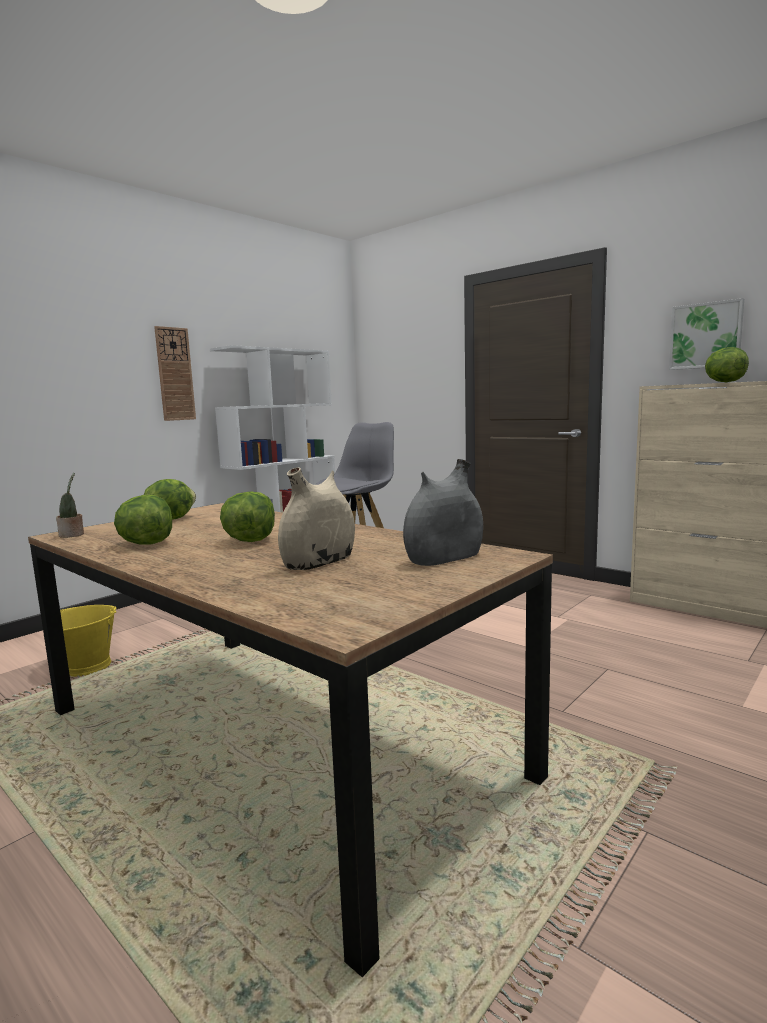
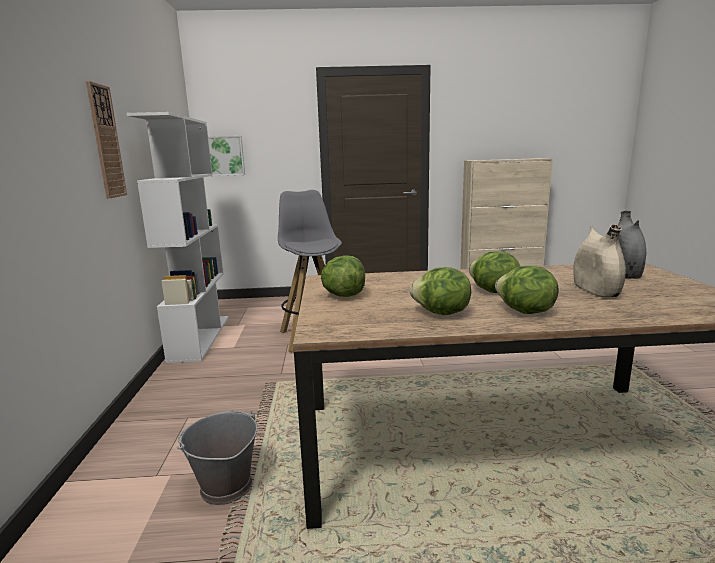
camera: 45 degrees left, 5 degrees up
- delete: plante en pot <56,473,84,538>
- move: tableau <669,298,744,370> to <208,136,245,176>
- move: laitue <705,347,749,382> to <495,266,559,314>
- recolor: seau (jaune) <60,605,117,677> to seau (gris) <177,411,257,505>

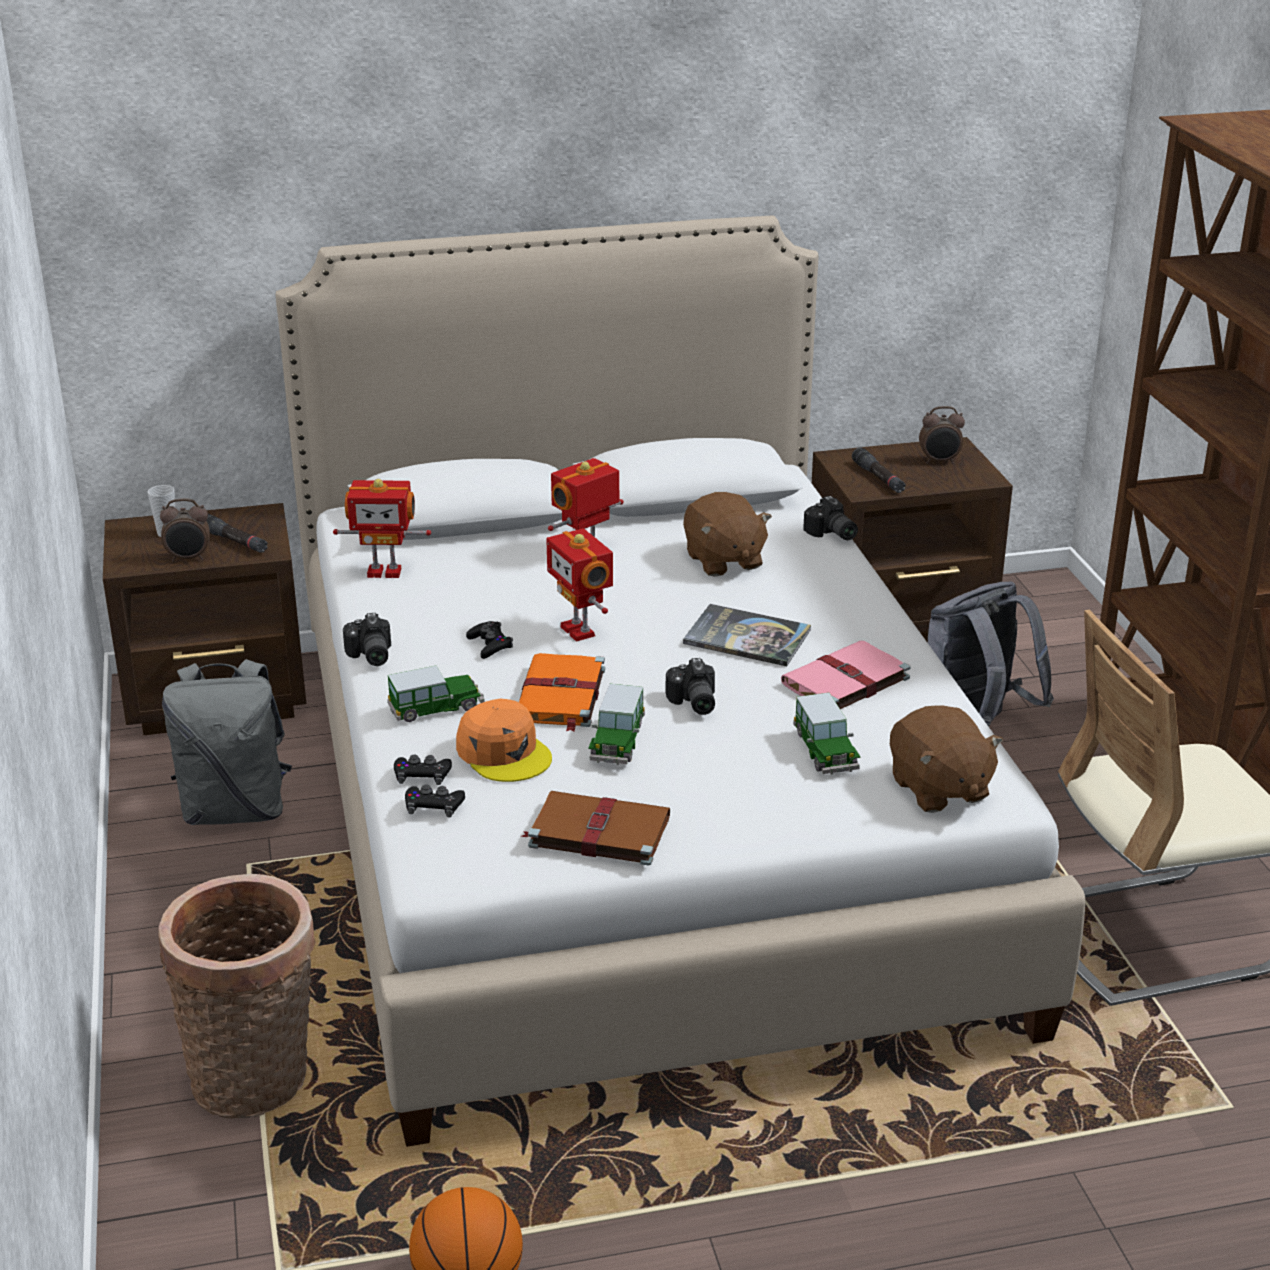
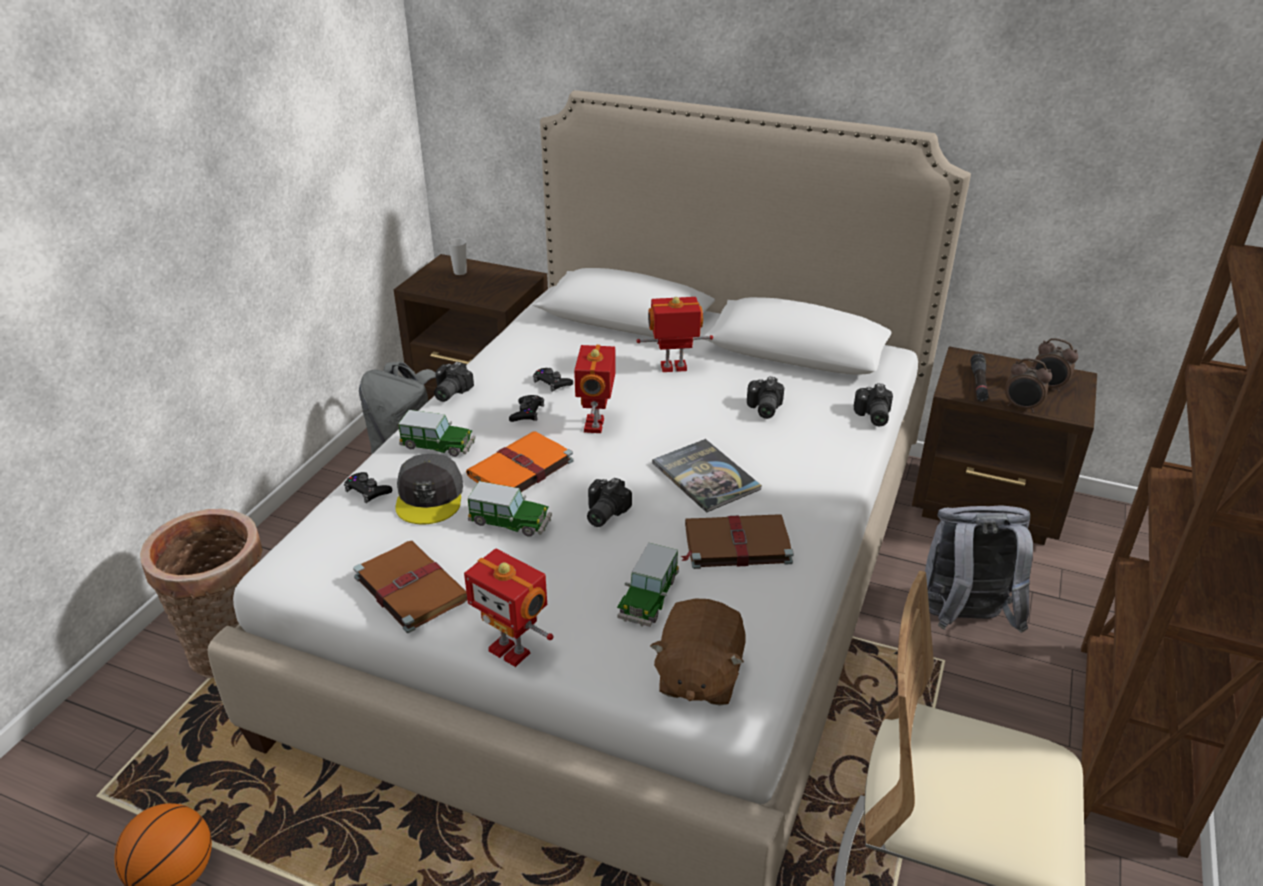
camera: 35 degrees right, 5 degrees up
- delete: lampe de poche (noir) <207,514,268,553>
- move: réveil <160,498,210,562> to <1005,358,1052,412>
- move: robot jouet <333,479,431,578> to <464,548,553,667>
- move: manette (noir) <405,785,465,817> to <533,368,573,392>
- replace: peluche (marron) <683,492,772,577> to appareil photo <747,376,784,419>
- recolor: casquette (orange) <456,698,552,782> to casquette (gris) <395,454,463,524>
- recolor: livre (rose) <781,640,911,709> to livre (marron) <681,514,794,569>
- rotate: petite voiture <588,684,645,765> = <468,481,552,536> 120 degrees counterclockwise

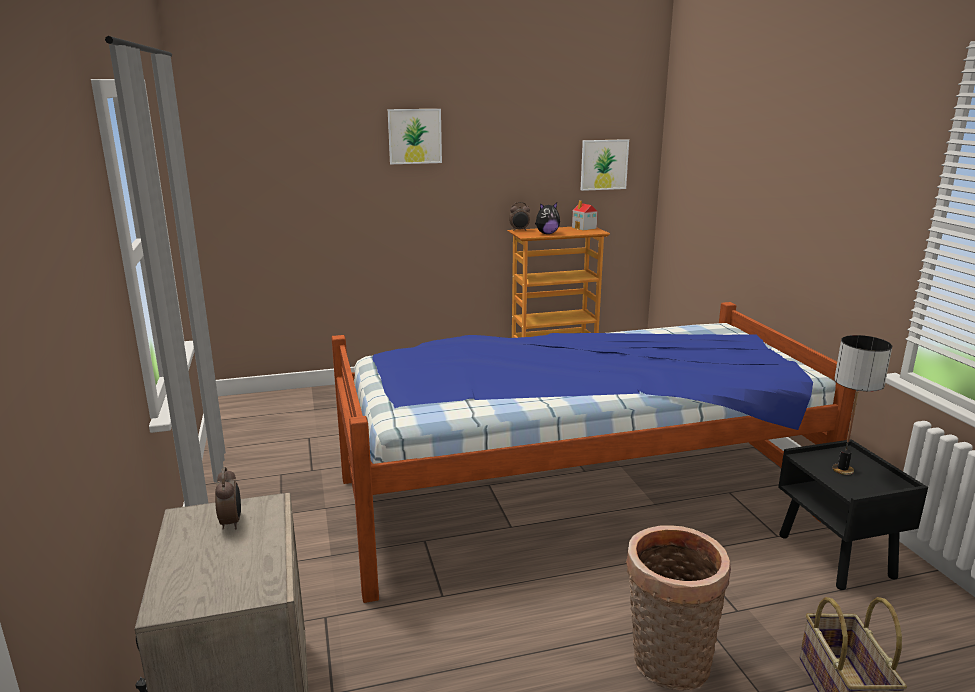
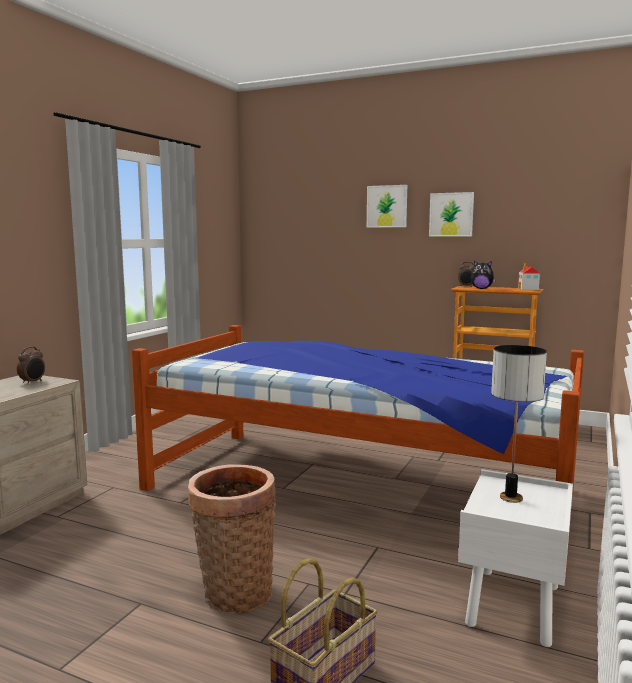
camera: 40 degrees right, 10 degrees down
- move: tableau <581,139,629,191> to <429,192,474,236>
- recolor: table de chevet (noir) <778,439,928,590> to table de chevet (blanc) <458,469,573,647>

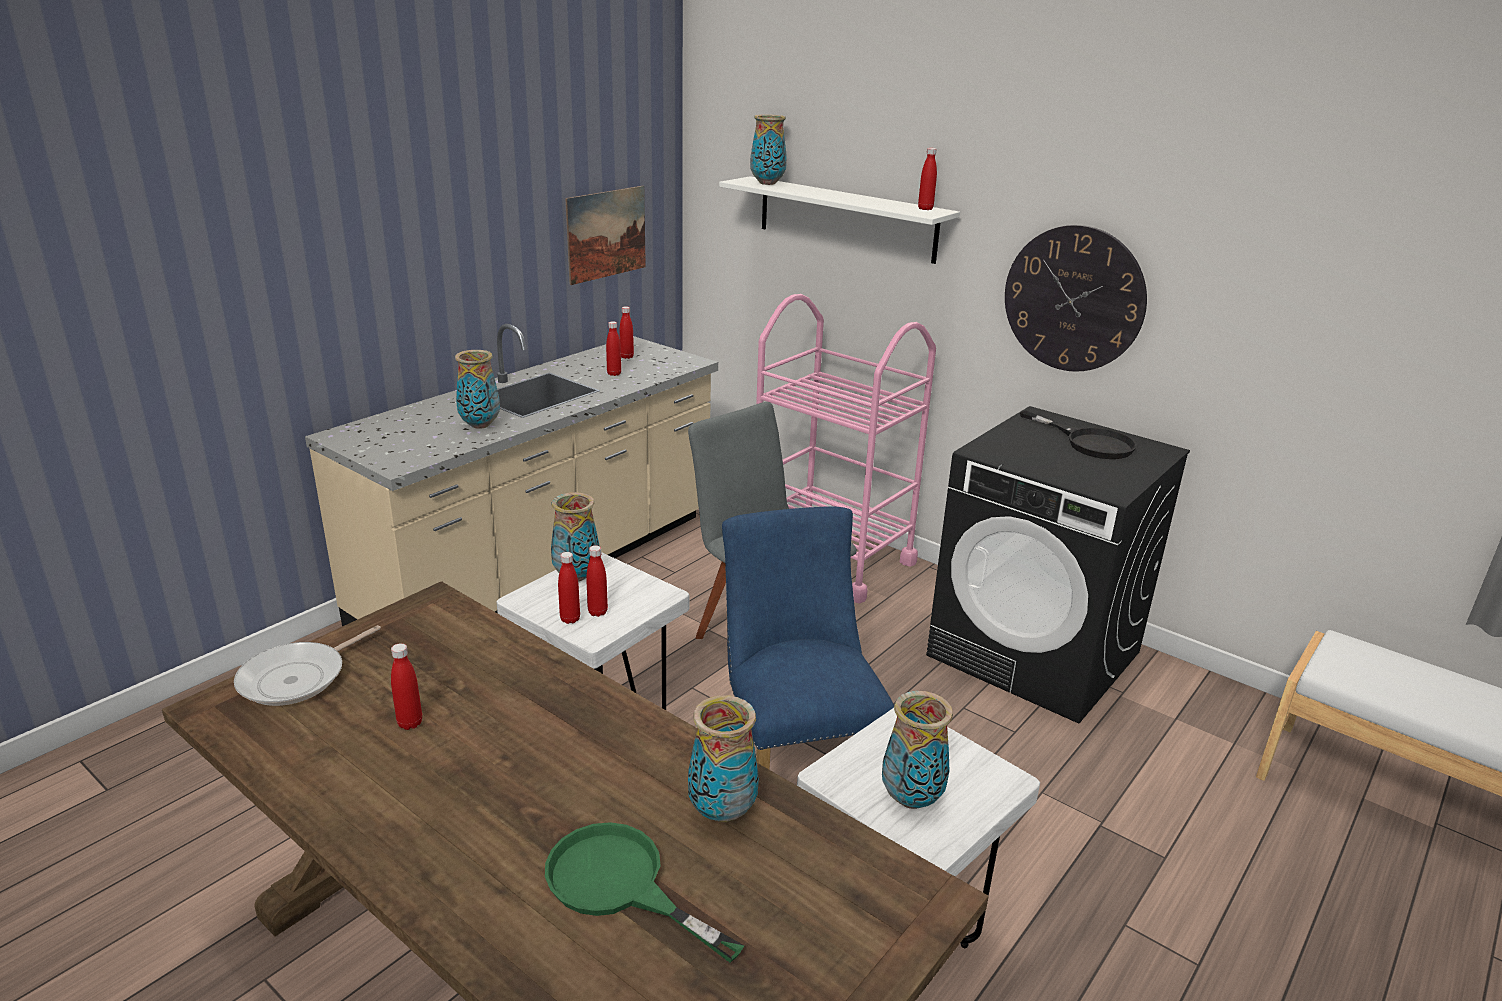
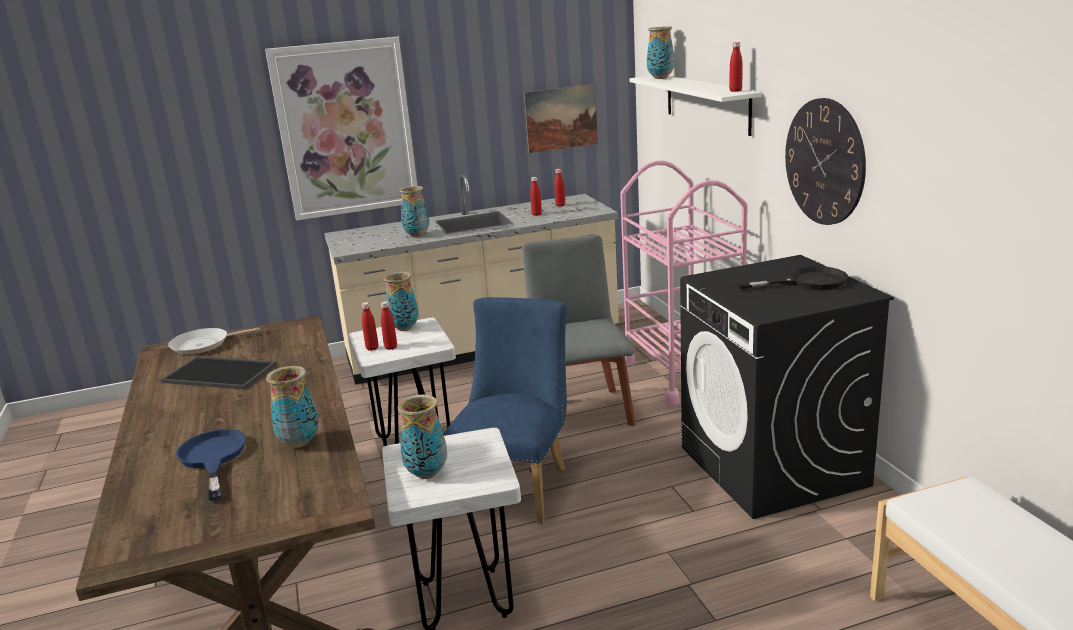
camera: 35 degrees right, 5 degrees down
- insert: tableau <265,37,417,221>
- replace: bouteille (rouge) <391,643,422,730> to plateau <161,356,277,390>
- recolor: poêle (vert) <545,822,744,963> to poêle (bleu) <176,429,246,501>
- rotate: poêle (noir) <1020,411,1137,459> = <737,266,848,290> 90 degrees counterclockwise

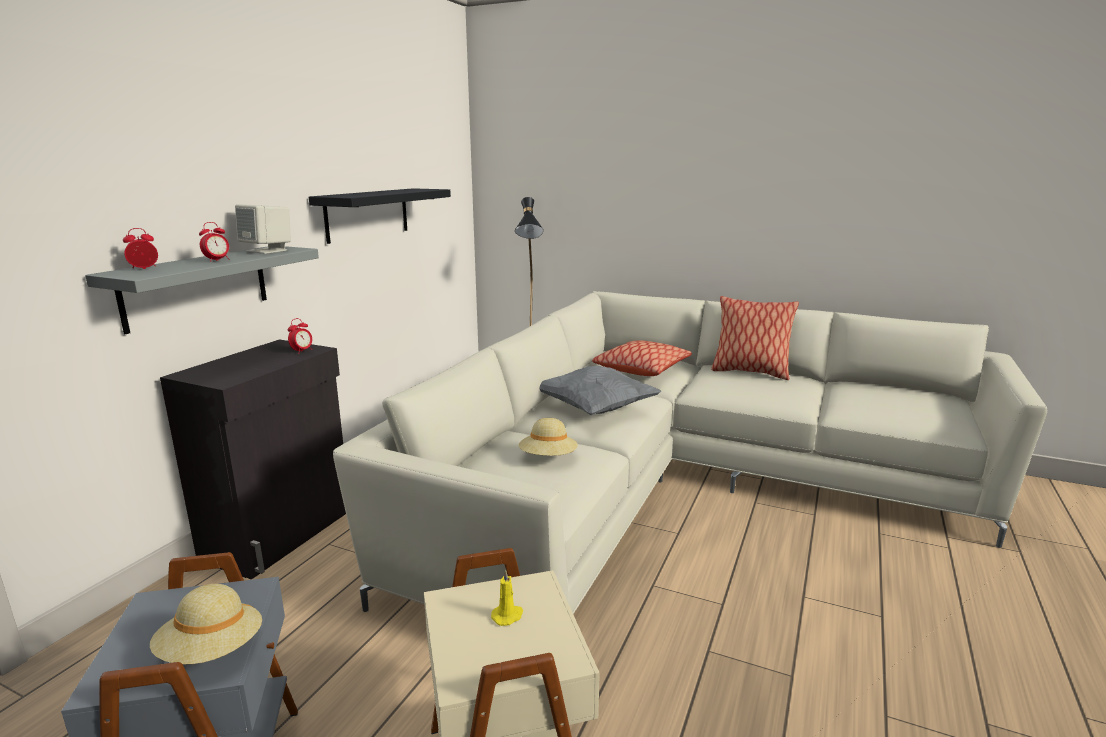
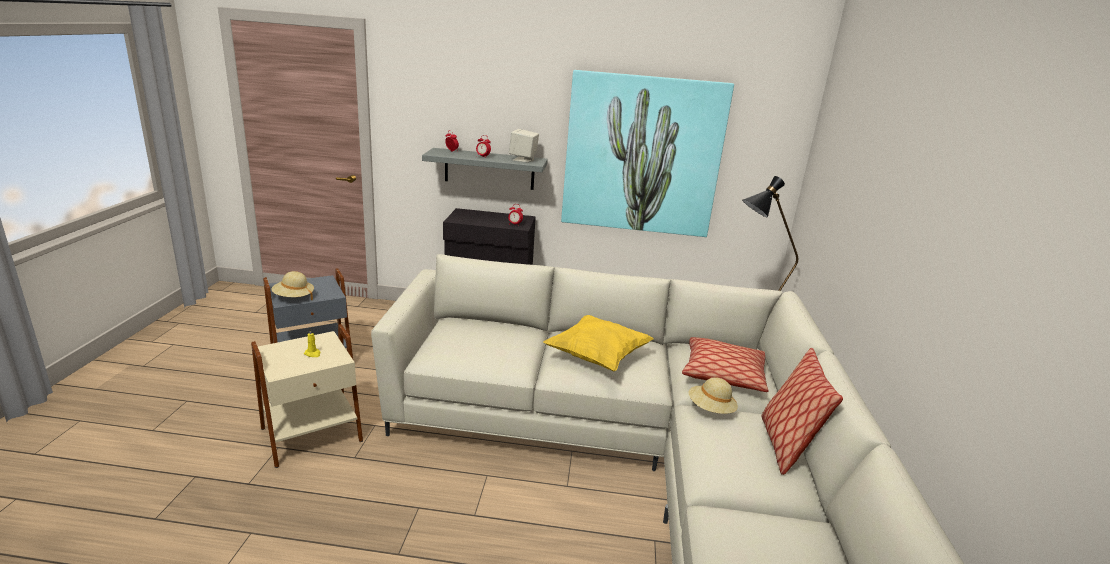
camera: 70 degrees right, 5 degrees up
- move: chapeau (beige) <519,418,578,456> to <689,377,738,414>
- replace: étagère (noir) <309,188,451,244> to tableau <561,70,734,237>
- recolor: coussin (gris) <539,366,662,415> to coussin (jaune) <543,315,654,372>

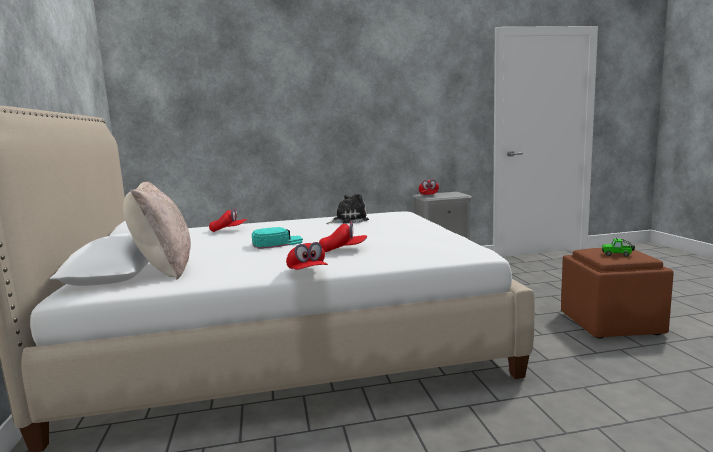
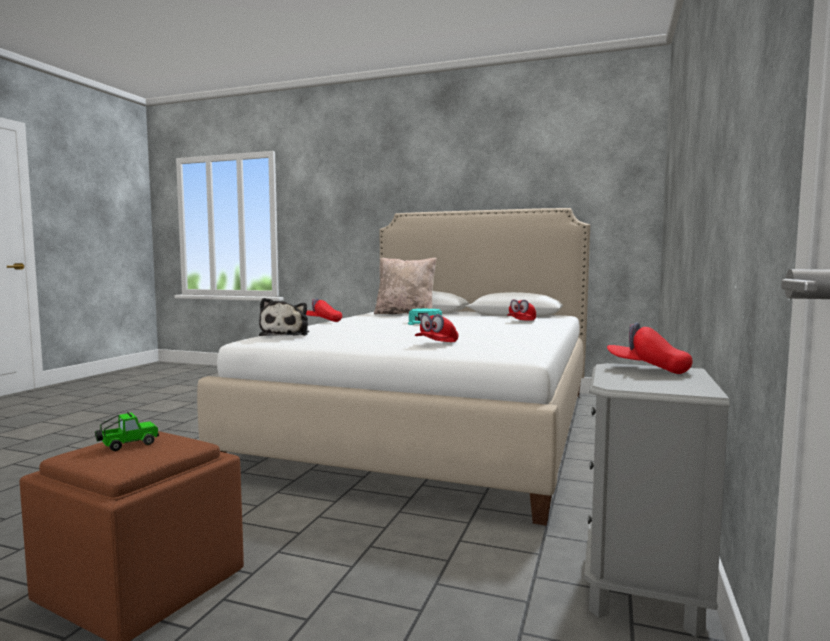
camera: 120 degrees right, 5 degrees down
- move: casquette (rouge) <319,221,367,252> to <415,314,459,342>
- move: peluche <327,194,369,224> to <259,298,309,336>

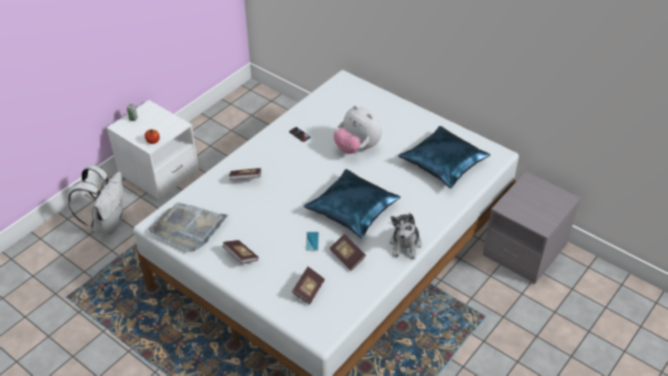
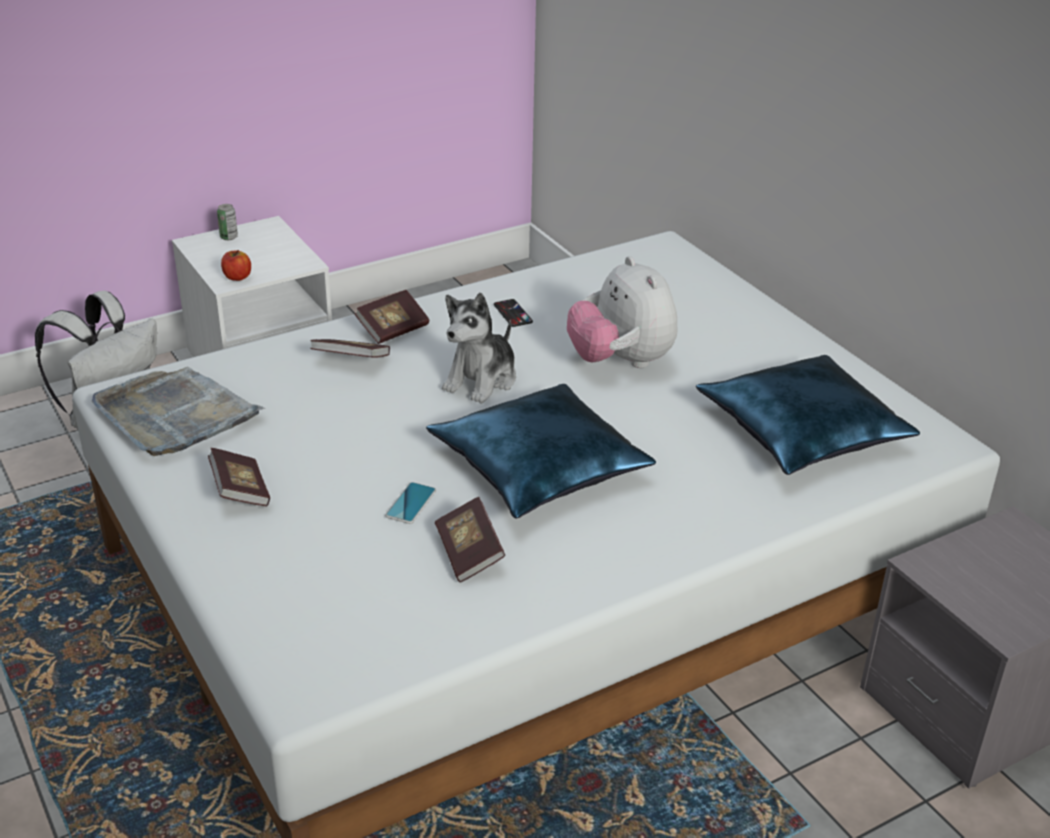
camera: 20 degrees right, 10 degrees down
- move: livre <292,267,325,305> to <355,290,429,344>
- move: peluche <390,212,422,259> to <442,293,516,403>

